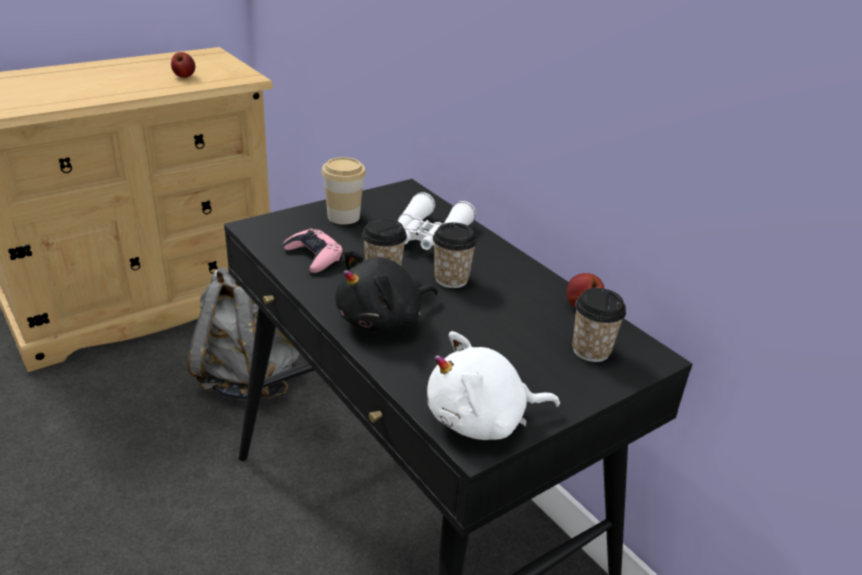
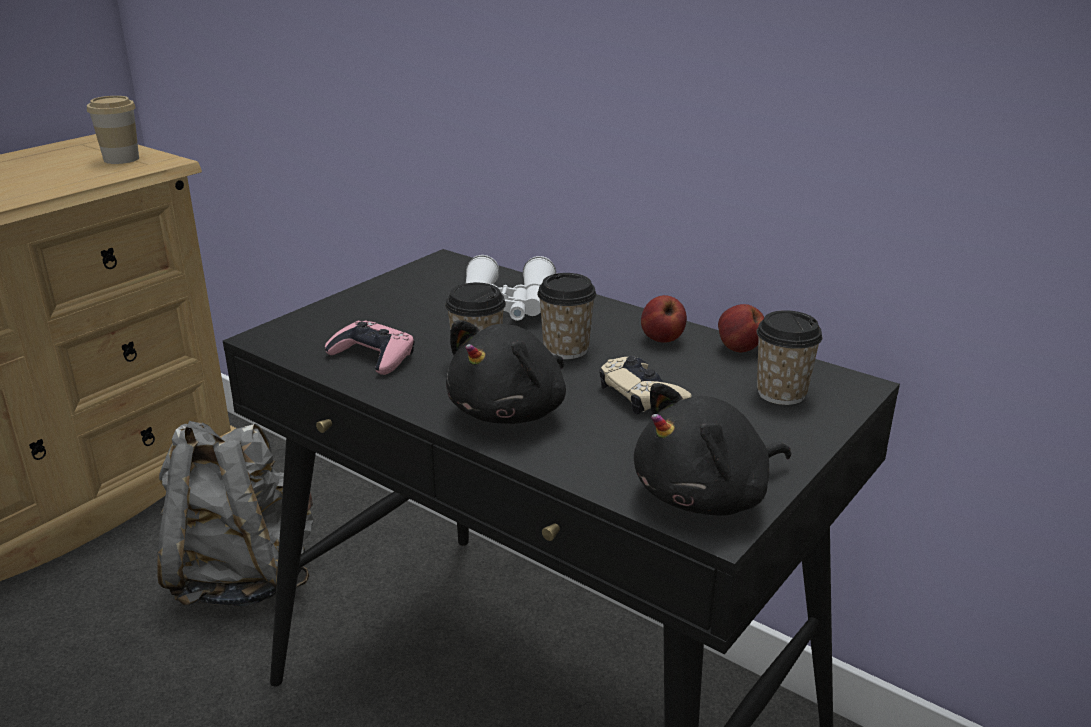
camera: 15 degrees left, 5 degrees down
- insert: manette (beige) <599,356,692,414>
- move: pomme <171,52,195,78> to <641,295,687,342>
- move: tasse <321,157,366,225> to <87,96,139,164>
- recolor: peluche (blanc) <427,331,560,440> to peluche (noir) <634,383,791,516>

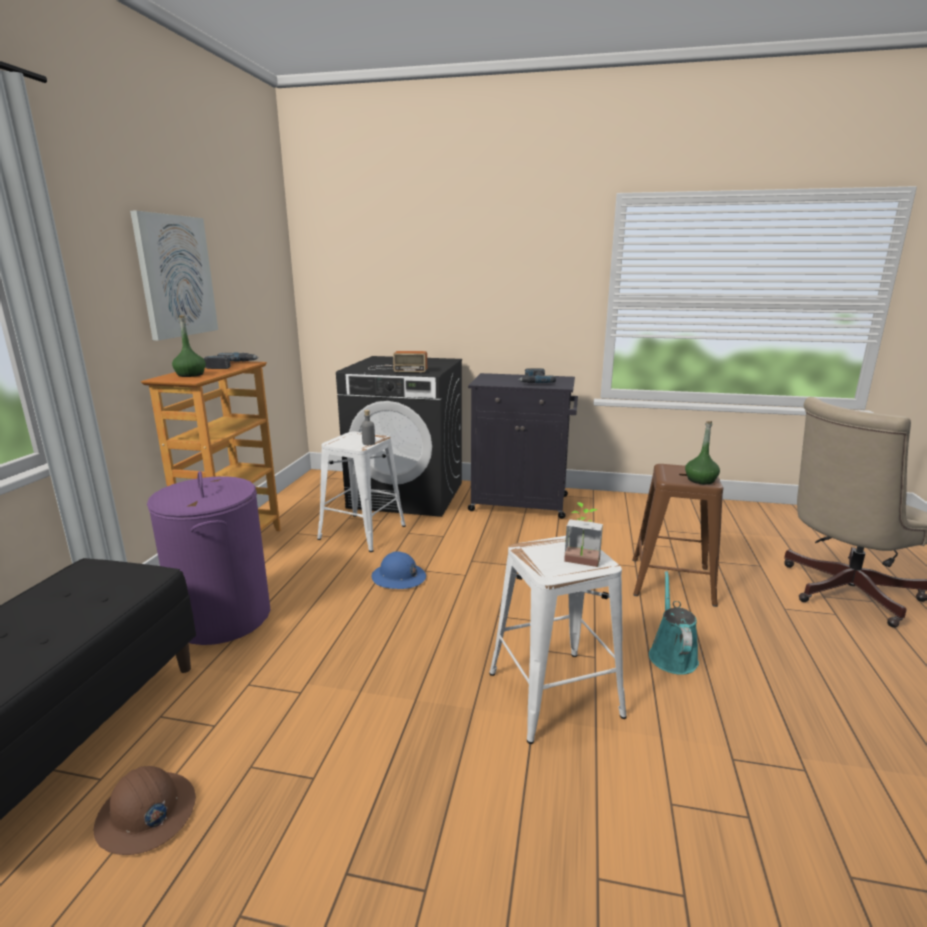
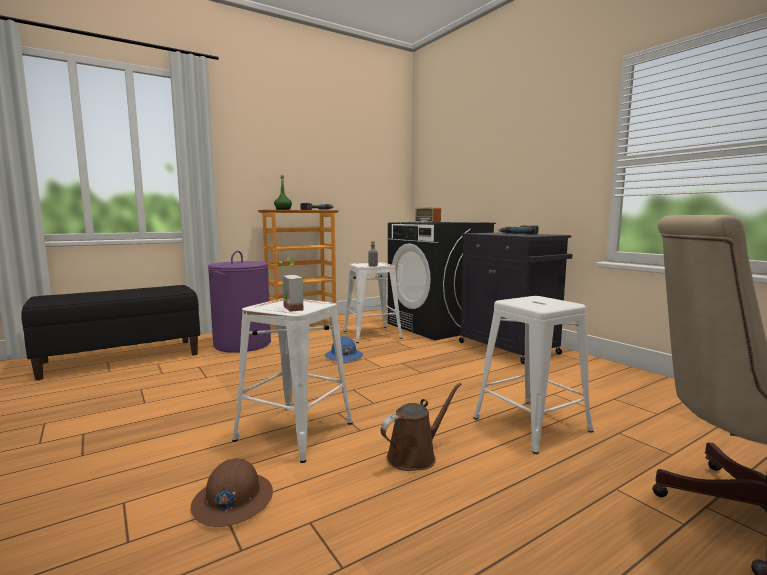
camera: 45 degrees right, 10 degrees down
- delete: tableau <130,211,218,341>
- delete: bouteille (vert) <685,421,720,484>
- move: casque de chantier (marron) <94,766,196,855> to <191,458,273,527>
- recolor: tabouret (marron) <633,464,723,607> to tabouret (blanc) <473,296,594,454>
- recolor: arrosoir (turquoise) <649,571,699,675> to arrosoir (marron) <380,383,462,471>

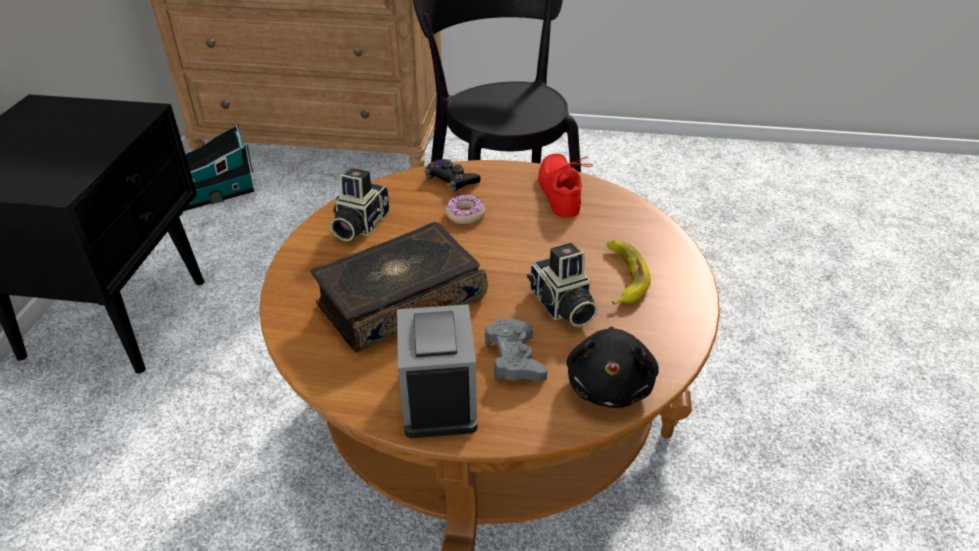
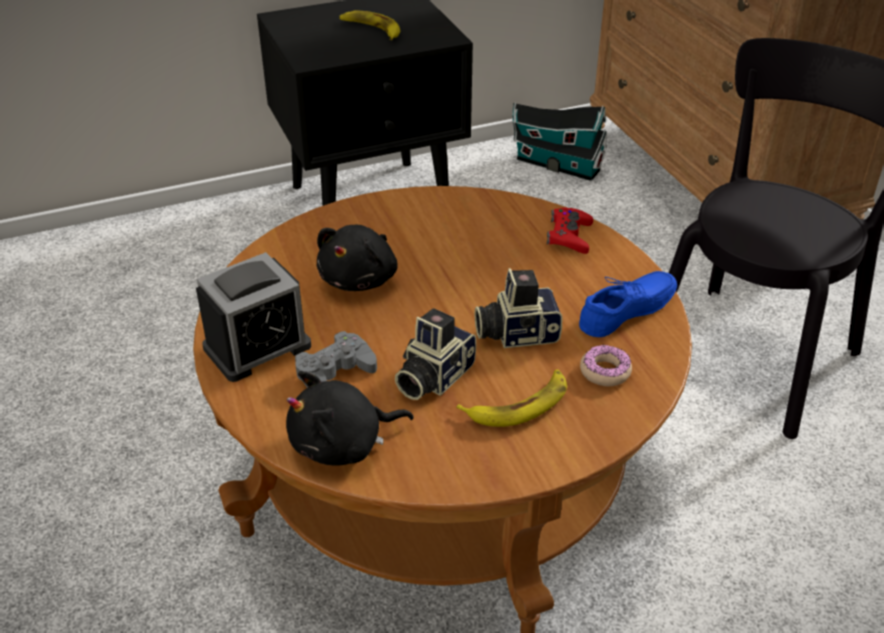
camera: 60 degrees right, 0 degrees up
- insert: banane <339,10,400,40>
- move: appareil photo <330,168,390,241> to <475,268,563,348>
- move: beignet <446,195,486,224> to <580,345,632,386>
- replace: livre <310,222,487,352> to peluche (noir) <317,225,398,291>
- recolor: manette (noir) <425,159,481,193> to manette (rouge) <547,208,593,254>
- recolor: chaussure (rouge) <538,154,593,218> to chaussure (bleu) <579,271,677,337>

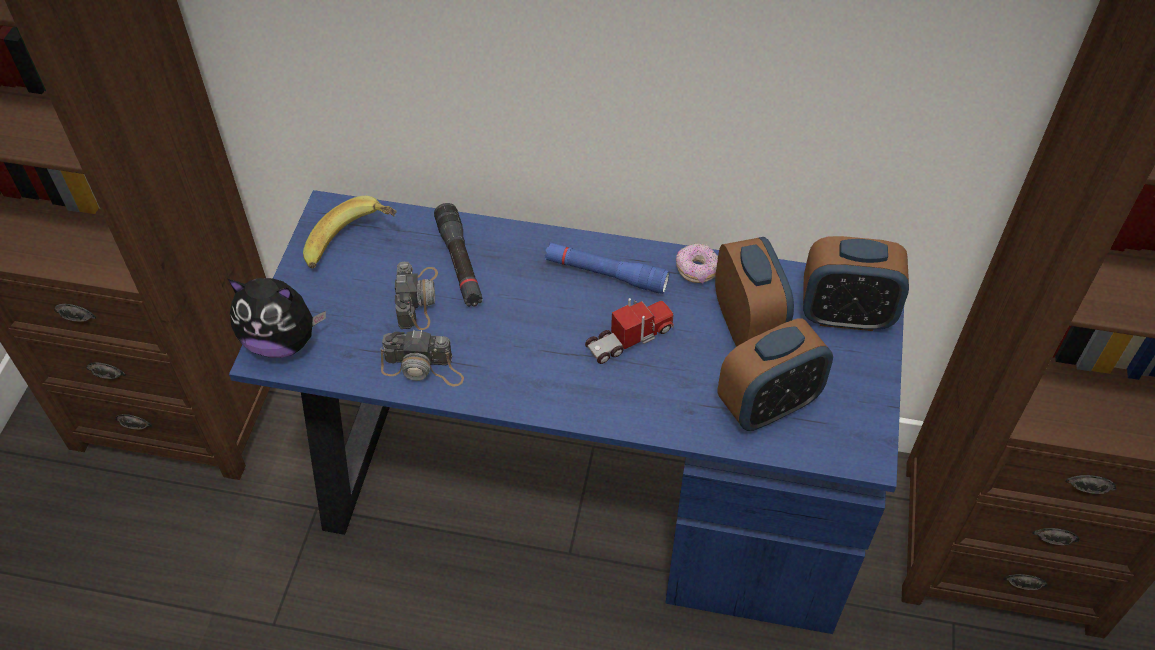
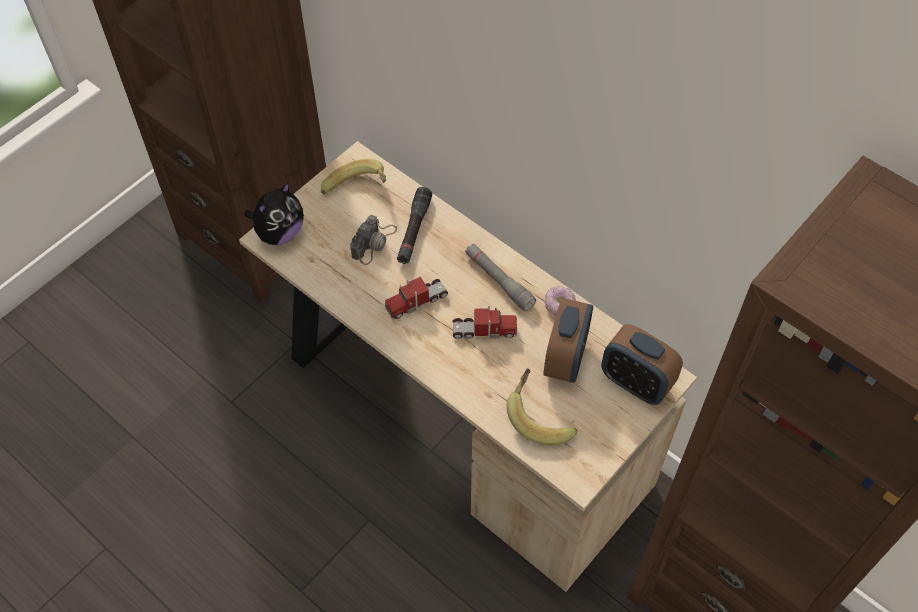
camera: 30 degrees right, 5 degrees up
- delete: appareil photo <381,330,464,387>
- insert: camion jouet <385,277,448,320>
- replace: réveil <718,318,833,431> to banane <506,368,578,445>
- recolor: bureau (bleu) <229,190,904,634> to bureau (beige) <239,141,697,592>
- recolor: lampe de poche (bleu) <545,242,669,294> to lampe de poche (gris) <465,244,536,311>
- rotate: peluche <228,278,326,358> = <244,181,304,245> 90 degrees counterclockwise

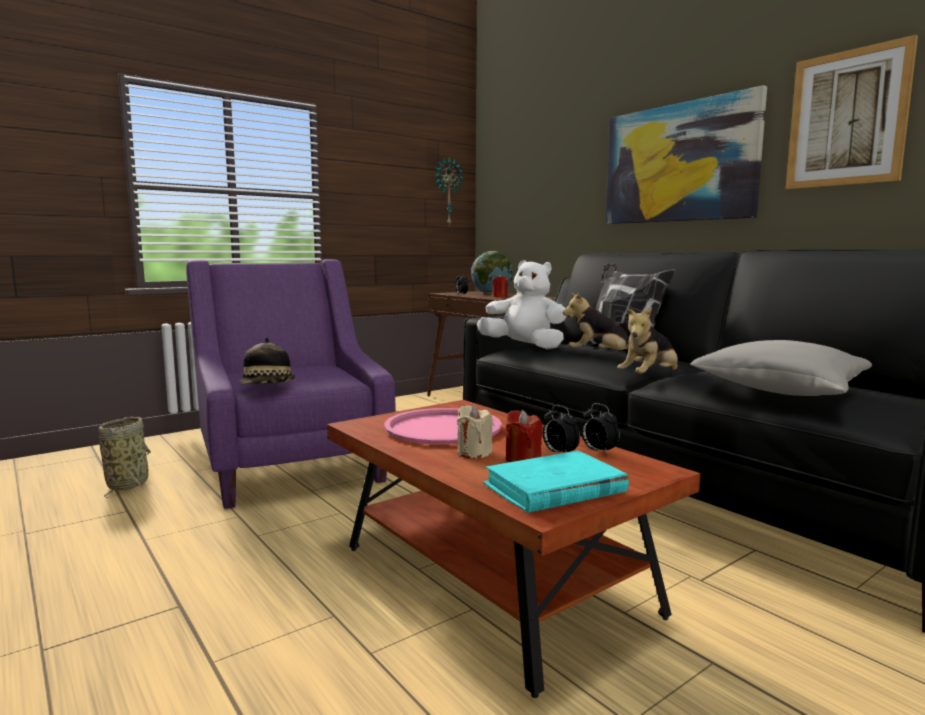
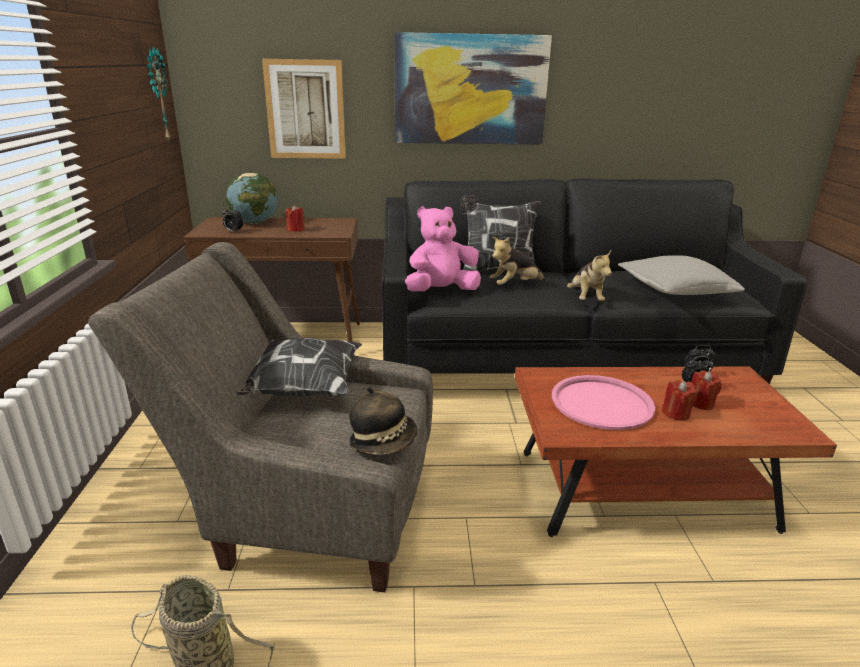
camera: 55 degrees left, 15 degrees up
- delete: livre (turquoise) <483,451,629,513>
- insert: coussin <237,338,362,396>
- move: tableau <786,35,918,189> to <262,59,346,159>
- recolor: fauteuil (violet) <186,259,396,509> to fauteuil (gris) <88,242,433,592>
- recolor: bougie (beige) <457,405,493,458> to bougie (rouge) <662,380,697,421>
- recolor: peluche (blanc) <477,260,566,350> to peluche (rose) <405,206,481,291>

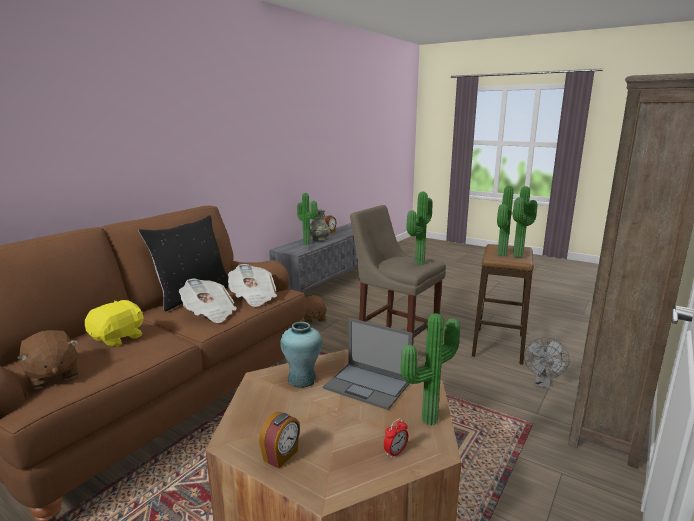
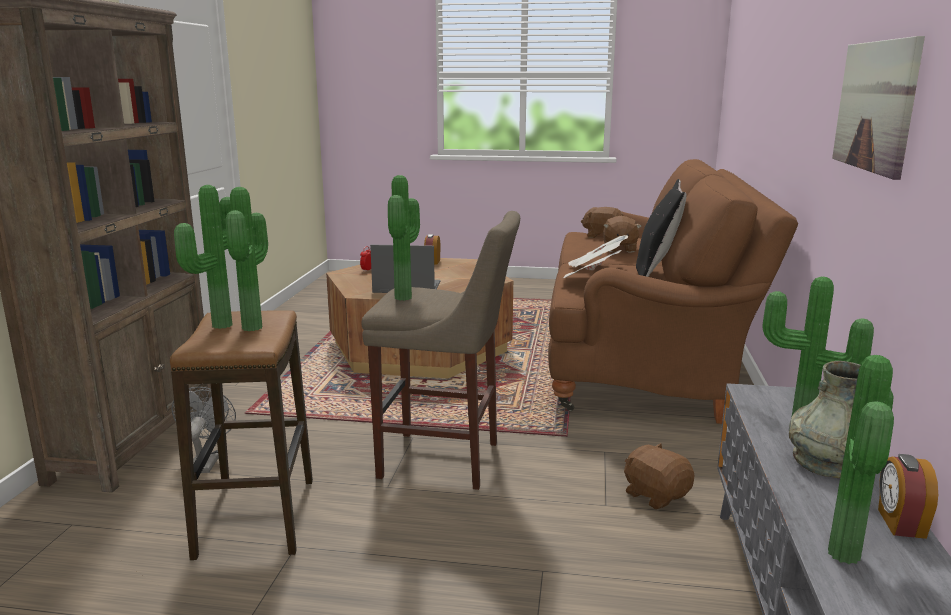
camera: 155 degrees right, 0 degrees up
- delete: vase (turquoise) <280,322,322,388>
- insert: tableau <832,36,925,180>
- move: plante en pot <400,313,460,425> to <828,355,894,564>
- recolor: peluche (jaune) <85,300,143,347> to peluche (marron) <603,216,642,253>

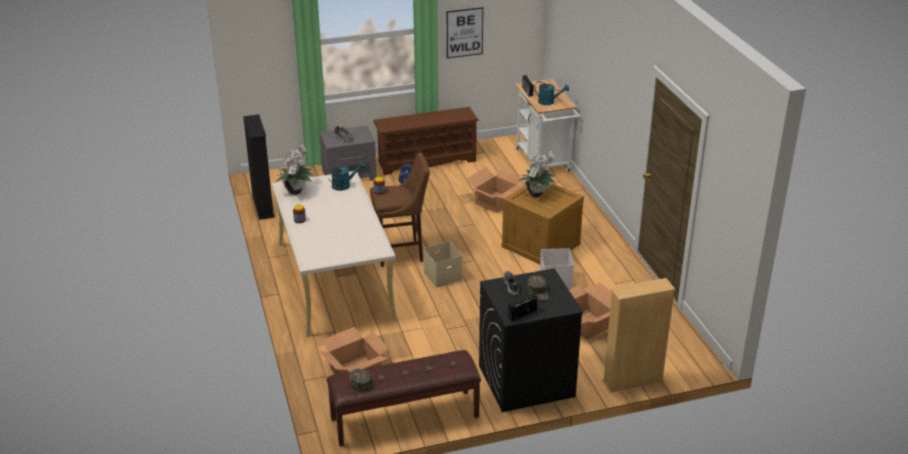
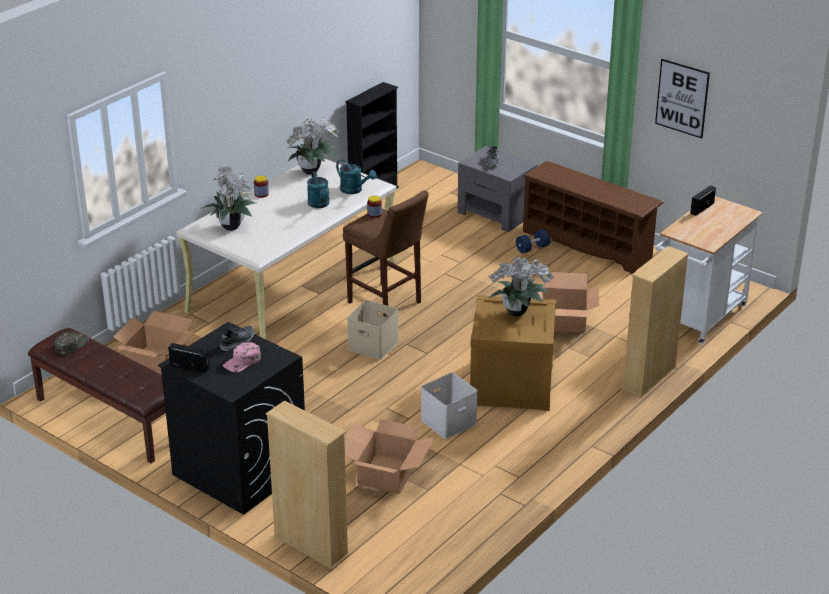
camera: 55 degrees right, 0 degrees up
- insert: plante en pot <200,165,256,231>
- insert: bibliothèque (beige) <621,246,689,398>
- move: arrosoir (turquoise) <534,81,569,105> to <307,171,329,208>
- recolor: casquette (vert) <527,275,549,301> to casquette (rose) <223,342,261,372>

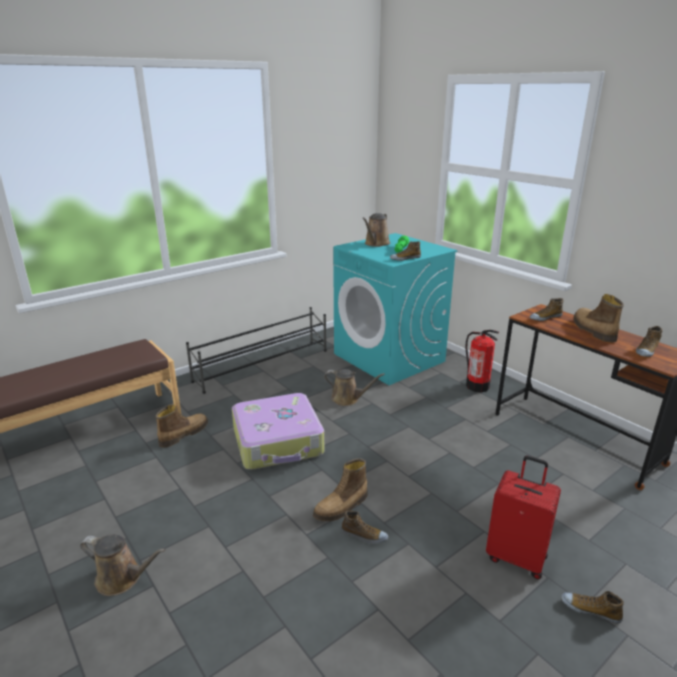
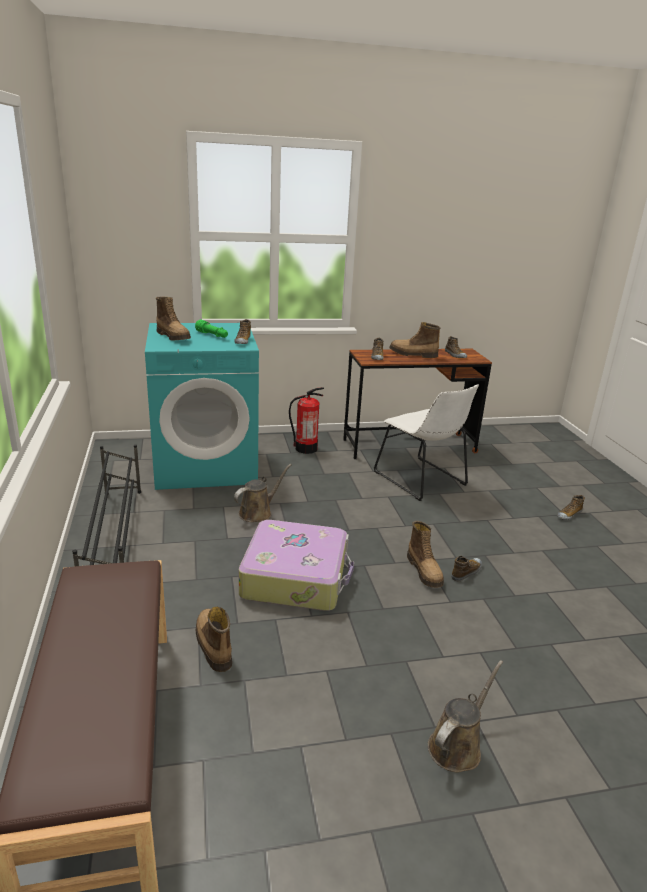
camera: 65 degrees left, 0 degrees up
- delete: valise (rouge) <486,456,561,580>
- insert: chaise (blanc) <374,384,479,501>
- replace: arrosoir (marron) <362,213,390,247> to botte <156,297,191,341>

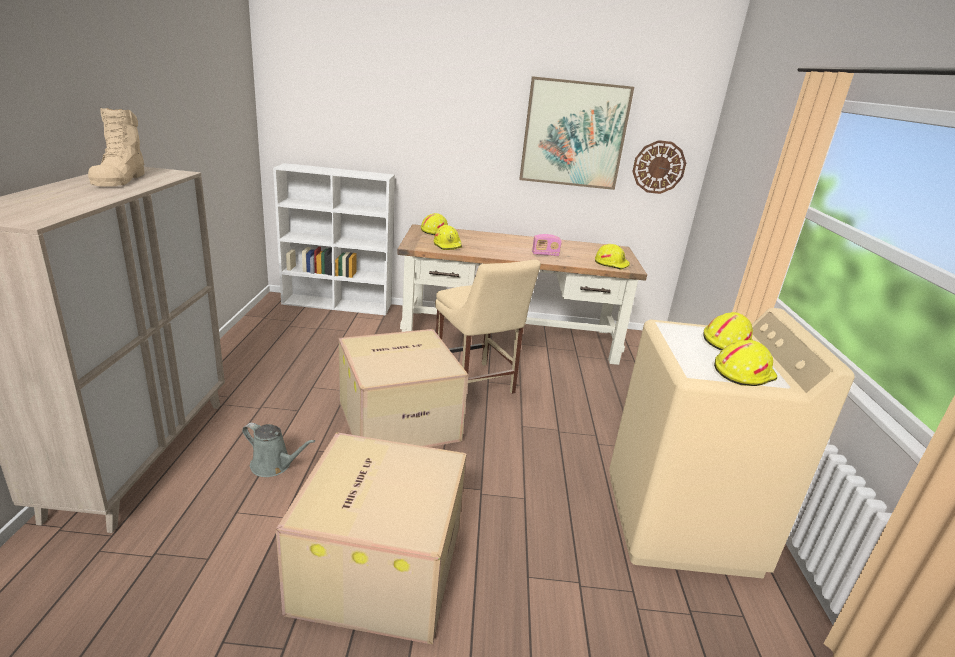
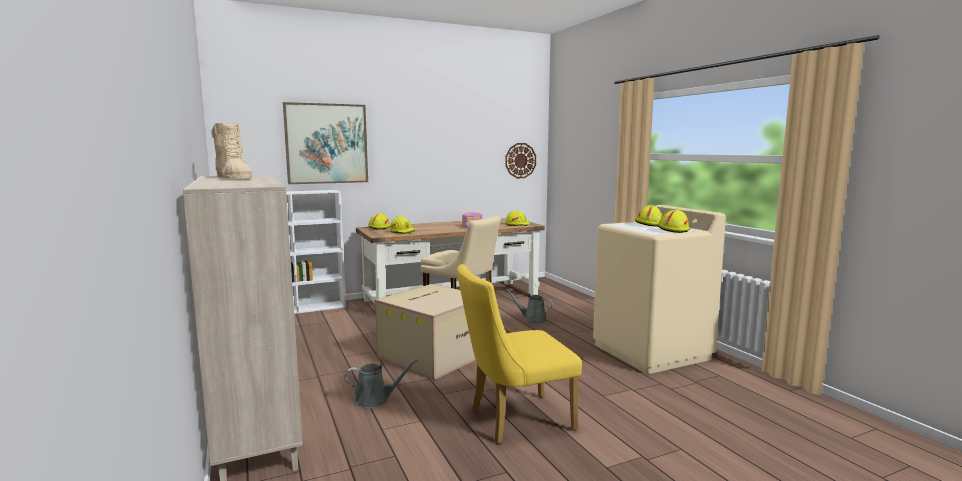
camera: 25 degrees left, 15 degrees down
- insert: arrosoir (gris) <506,289,553,324>
- move: tableau <519,76,634,190> to <283,102,368,184>
- replace: carton <276,432,467,645> to chaise (jaune) <457,264,582,444>

